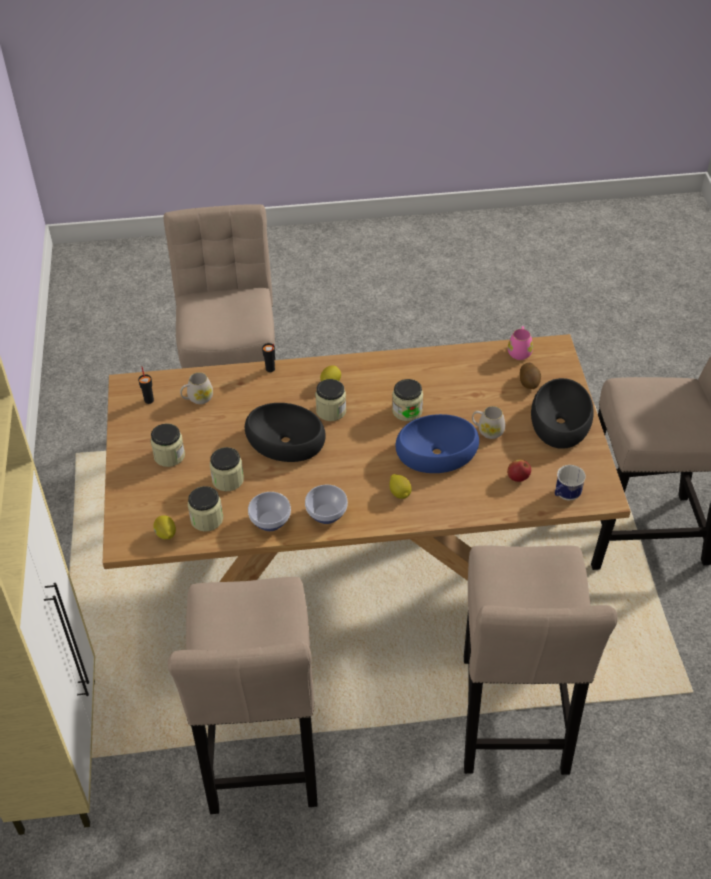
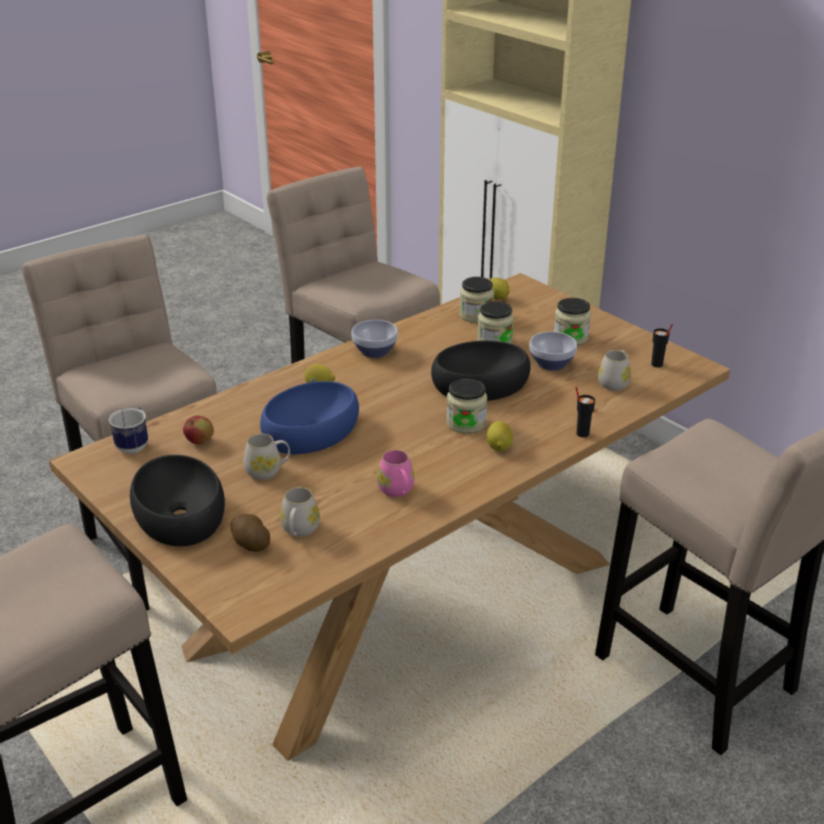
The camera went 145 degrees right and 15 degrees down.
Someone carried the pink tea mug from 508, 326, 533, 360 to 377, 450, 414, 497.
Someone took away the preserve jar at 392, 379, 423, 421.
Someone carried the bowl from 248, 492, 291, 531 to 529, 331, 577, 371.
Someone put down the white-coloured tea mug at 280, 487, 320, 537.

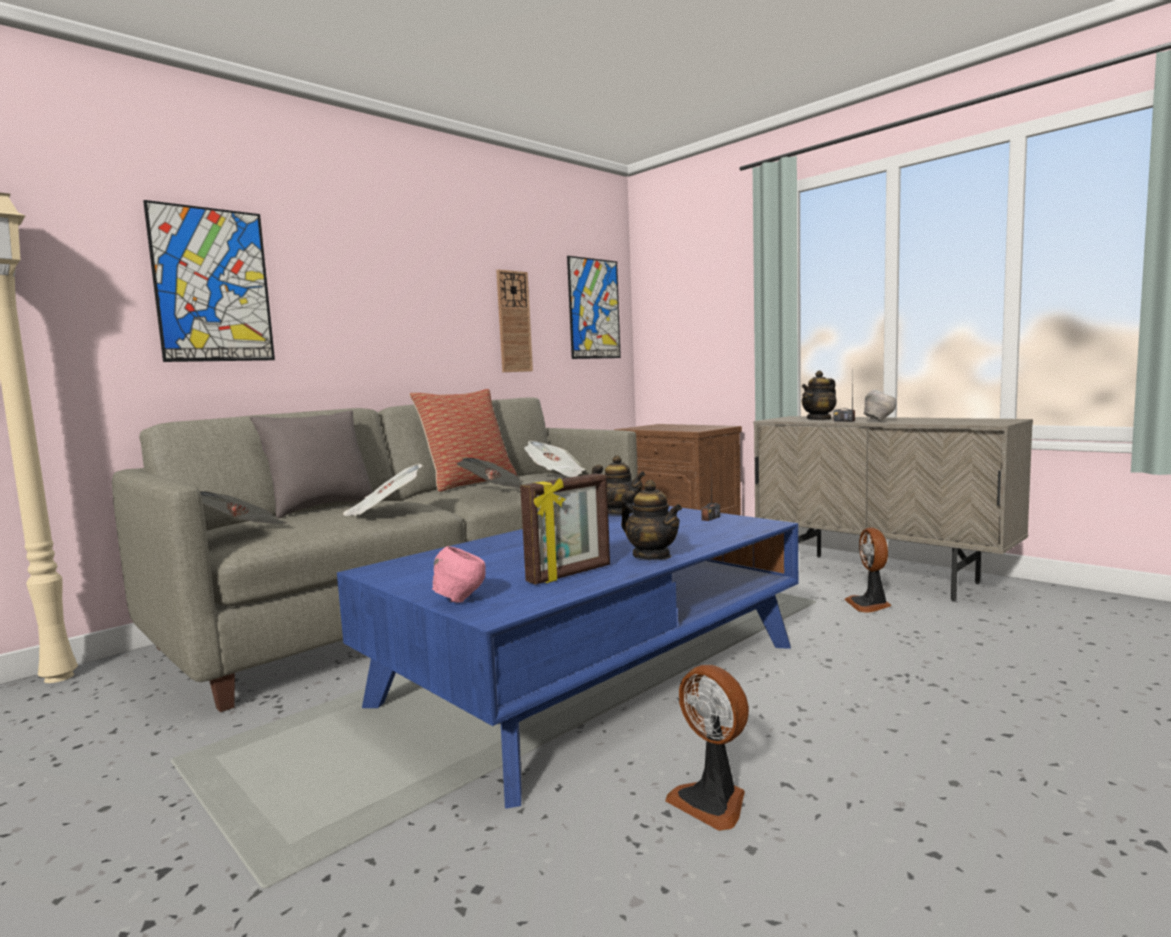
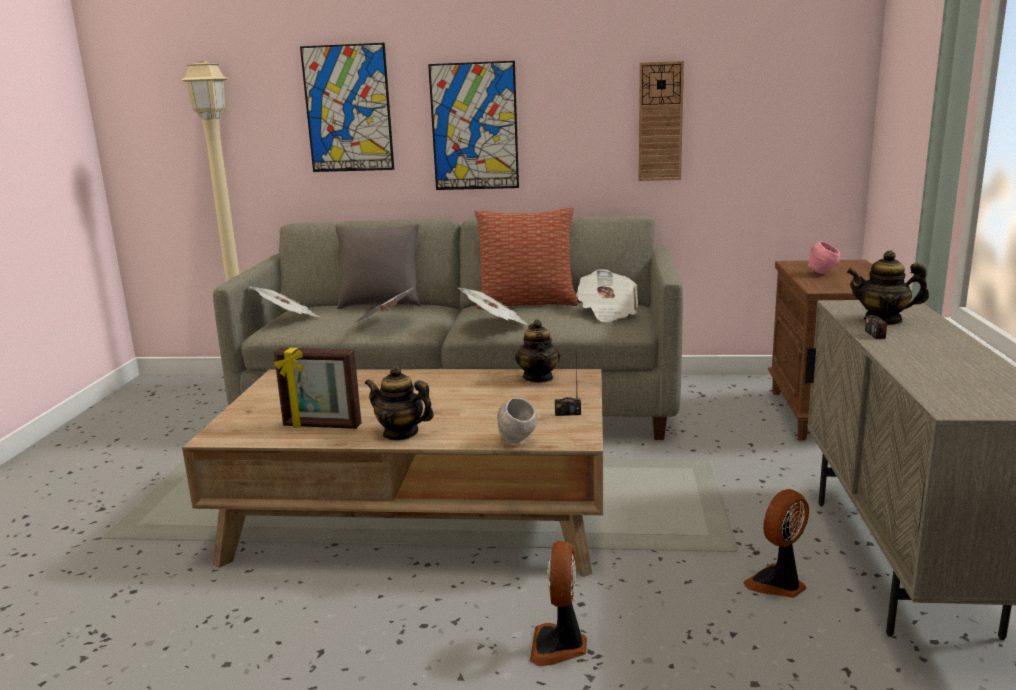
The camera went 50 degrees right and 10 degrees up.
Someone carried the wall picture from 567, 256, 621, 359 to 428, 61, 519, 190.
Someone carried the greyish bowl from 864, 390, 897, 421 to 497, 398, 537, 443.
Someone rotated the pot for tea at 621, 480, 682, 560 by 105 degrees clockwise.
Someone repainted the bluish low table at 337, 503, 798, 809, which became the brown-coloured low table at 182, 369, 603, 577.
Someone carried the pink bowl from 432, 546, 485, 603 to 808, 241, 840, 274.
Someone carried the cooling fan from 665, 665, 749, 831 to 530, 541, 587, 666.

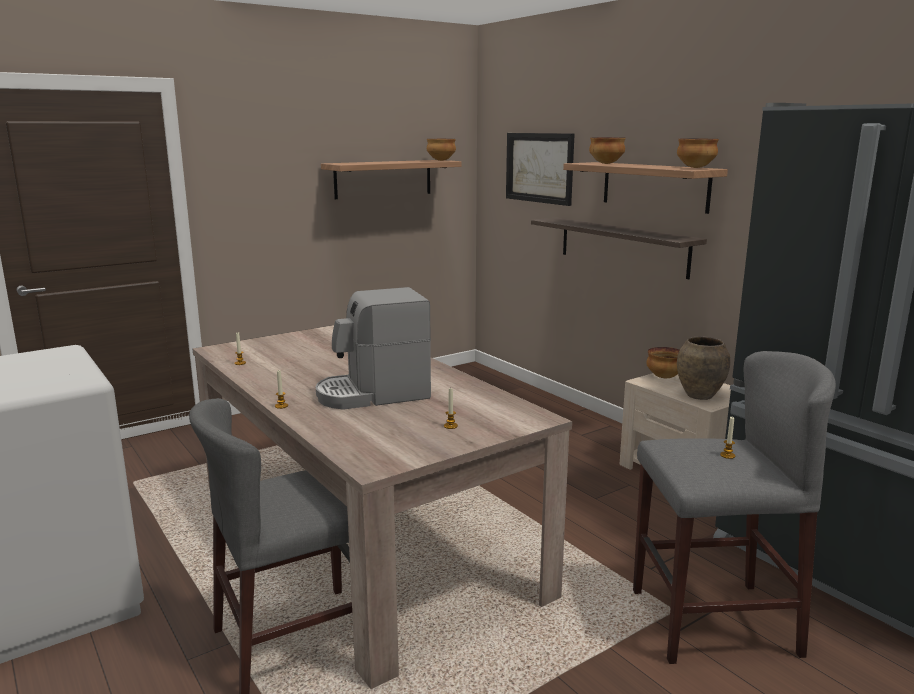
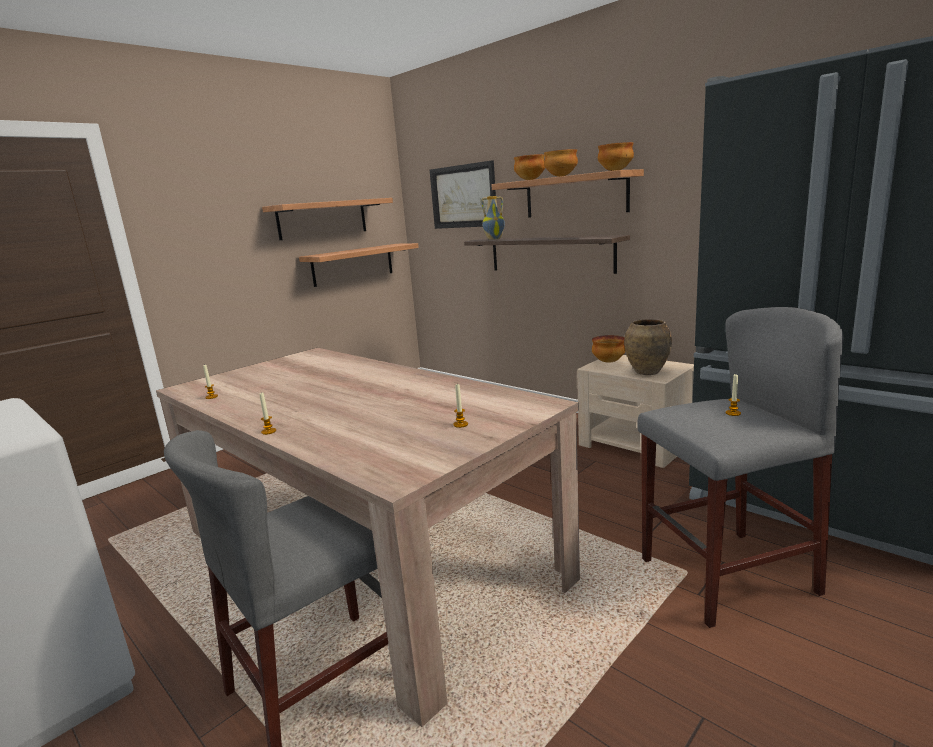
The camera went 10 degrees left and 0 degrees up.
Someone carried the bowl from 427, 139, 456, 161 to 544, 149, 578, 177.
Someone took away the coffee brewer at 316, 287, 431, 410.
Someone put down the vase at 481, 196, 505, 240.
Someone put up the shelf at 299, 243, 419, 287.

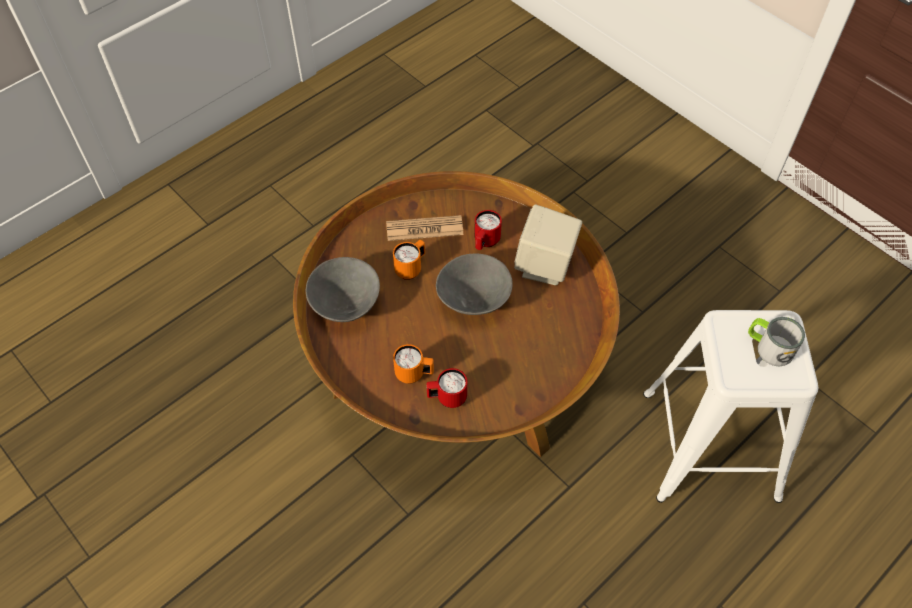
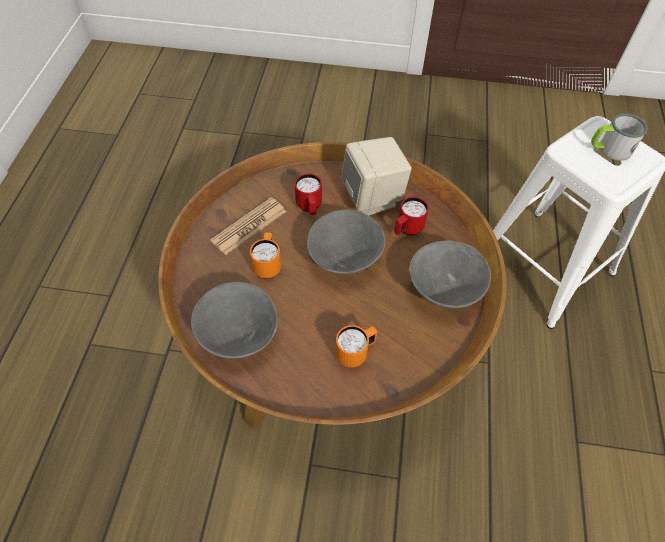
The camera went 40 degrees left and 0 degrees up.
Someone carried the red-coloured tea mug from 426, 368, 467, 408 to 394, 197, 429, 235.
Someone put down the greyish bowl at 409, 241, 491, 308.

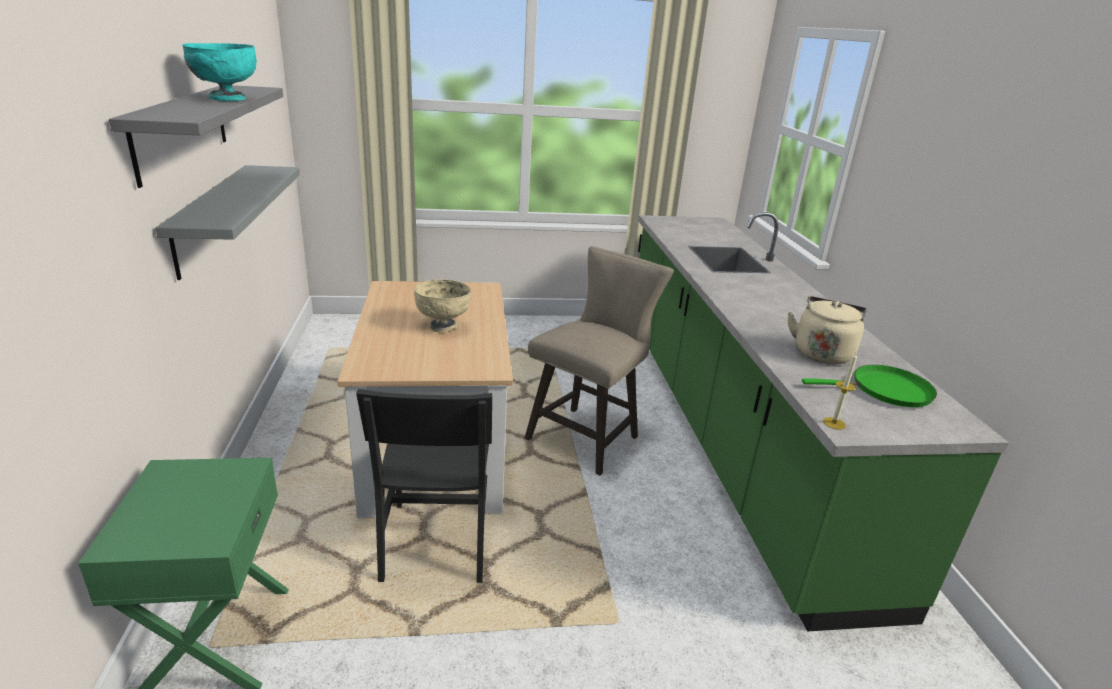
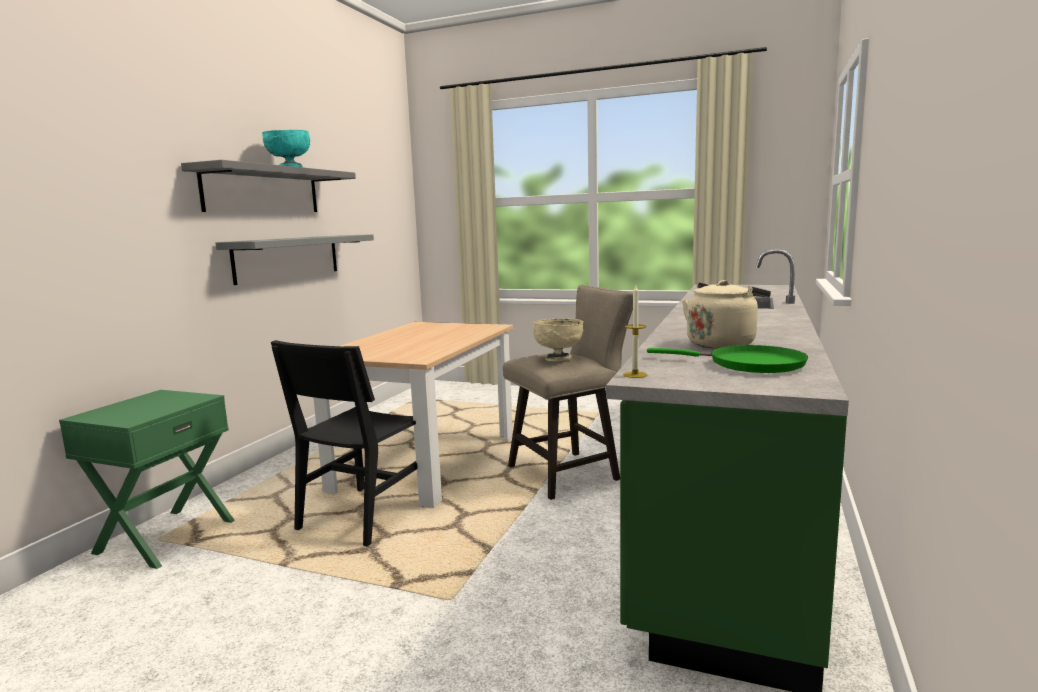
The camera went 30 degrees right and 15 degrees down.
Someone carried the beige-coloured bowl from 414, 279, 471, 333 to 533, 318, 583, 361.

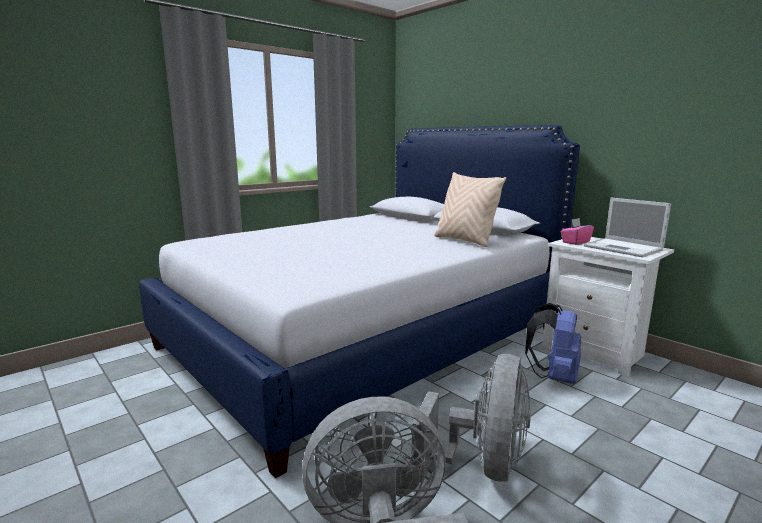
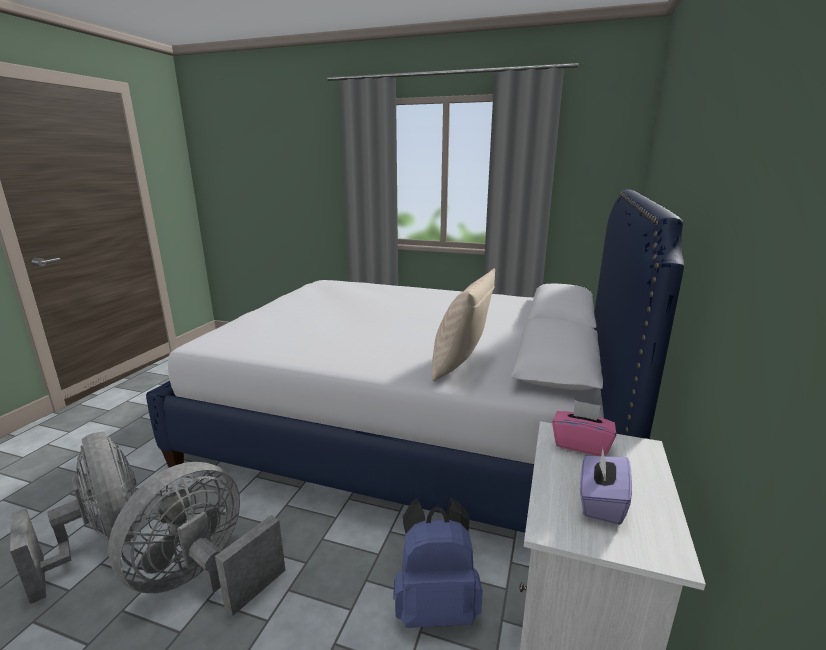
The camera went 60 degrees right and 5 degrees up.
Someone swapped the portable computer at 584, 198, 671, 257 for the purple box of tissues at 580, 448, 632, 525.
Someone rotated the greyish cooling fan at 411, 354, 531, 482 by 135 degrees clockwise.

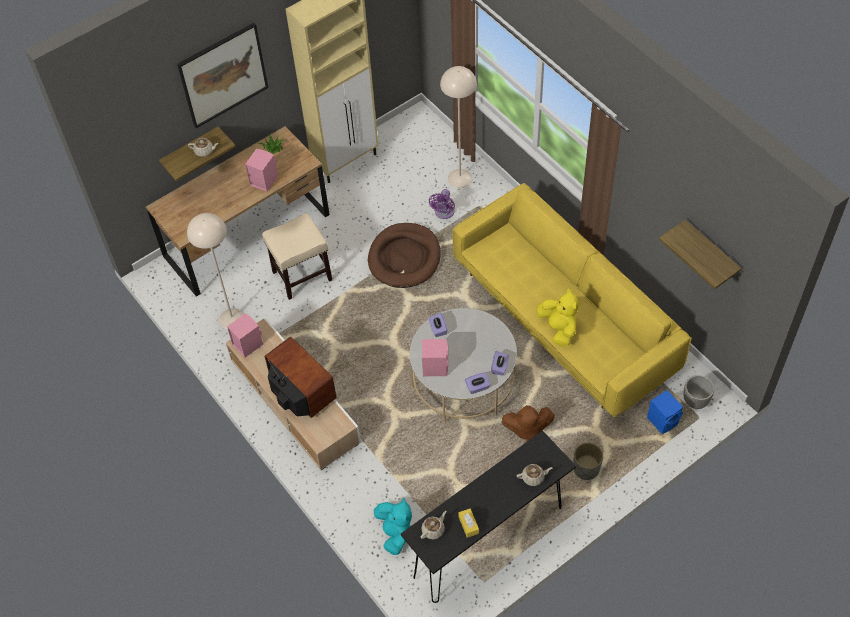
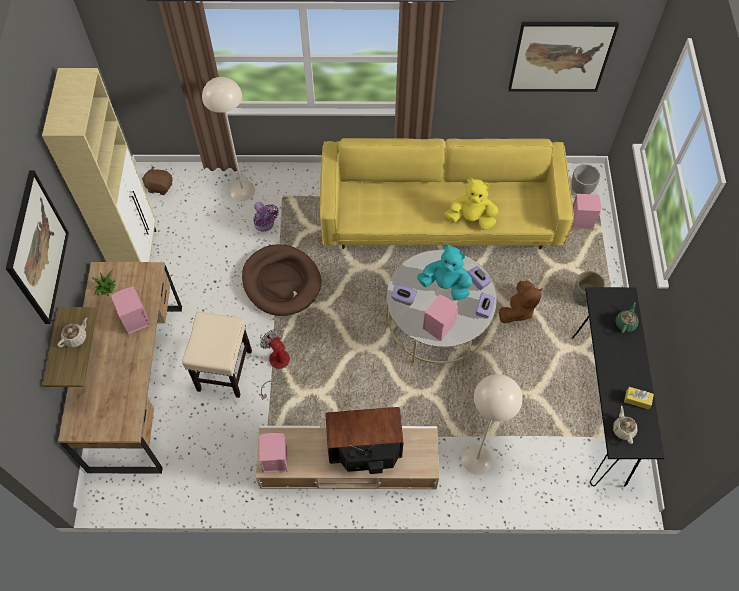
The camera went 55 degrees left and 5 degrees up.
Someone carried the beige-coloured standing lamp from 187, 213, 244, 330 to 462, 374, 522, 475.
Someone swapped the shelf at 659, 220, 742, 289 for the wall picture at 508, 22, 619, 92.
Someone repainted the bluish loudspeaker at 647, 390, 683, 434, which became the pink loudspeaker at 571, 194, 601, 229.
Someone repainted the beige-coloured pot for tea at 517, 464, 552, 486, which became the greenish pot for tea at 615, 302, 639, 333.
Someone carried the turquoise soft toy from 374, 498, 412, 555 to 417, 244, 473, 300.
Someone put down the brown-coloured soft toy at 142, 166, 173, 195.
Someone put down the cooling fan at 260, 329, 290, 400.

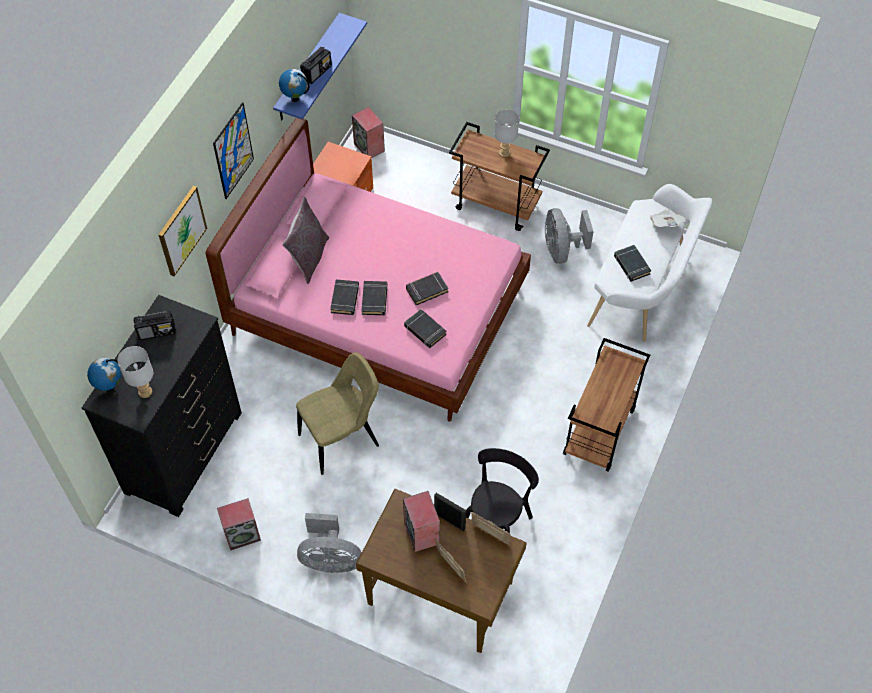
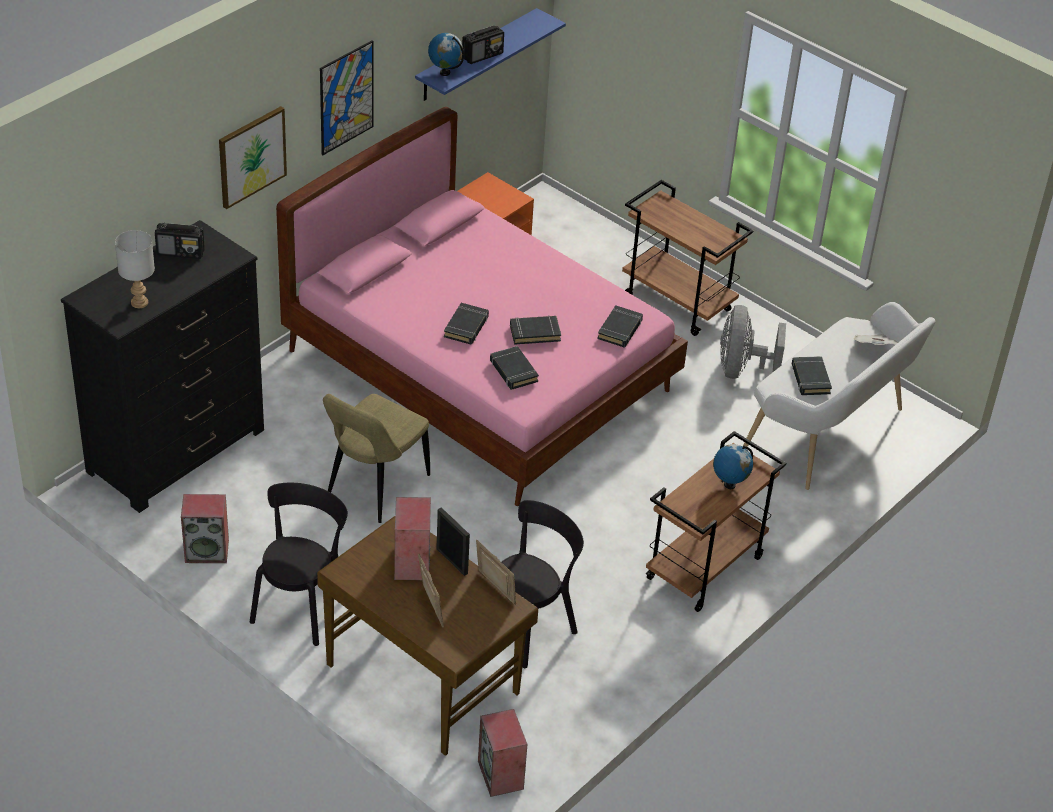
The camera went 15 degrees right and 15 degrees down.
Someone carried the loudspeaker from 352, 107, 385, 158 to 478, 709, 527, 797.
Someone took away the greyish table lamp at 494, 109, 519, 158.
Someone took away the greyish throw pillow at 282, 197, 329, 284.
Someone carried the blackish book from 330, 279, 359, 315 to 597, 305, 643, 348.
Someone rotated the beige-coloured upright chair at 296, 352, 379, 475 by 135 degrees clockwise.
Someone carried the globe from 87, 358, 121, 391 to 713, 444, 753, 489.
Someone swapped the greyish cooling fan at 297, 513, 361, 573 for the blackish upright chair at 250, 483, 348, 646.

